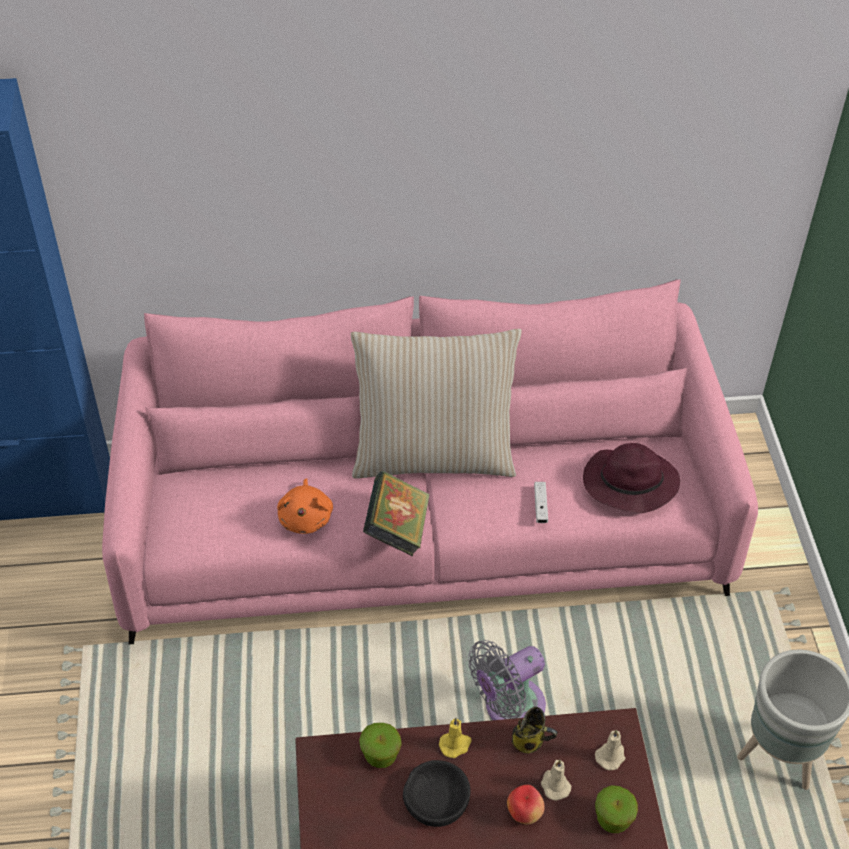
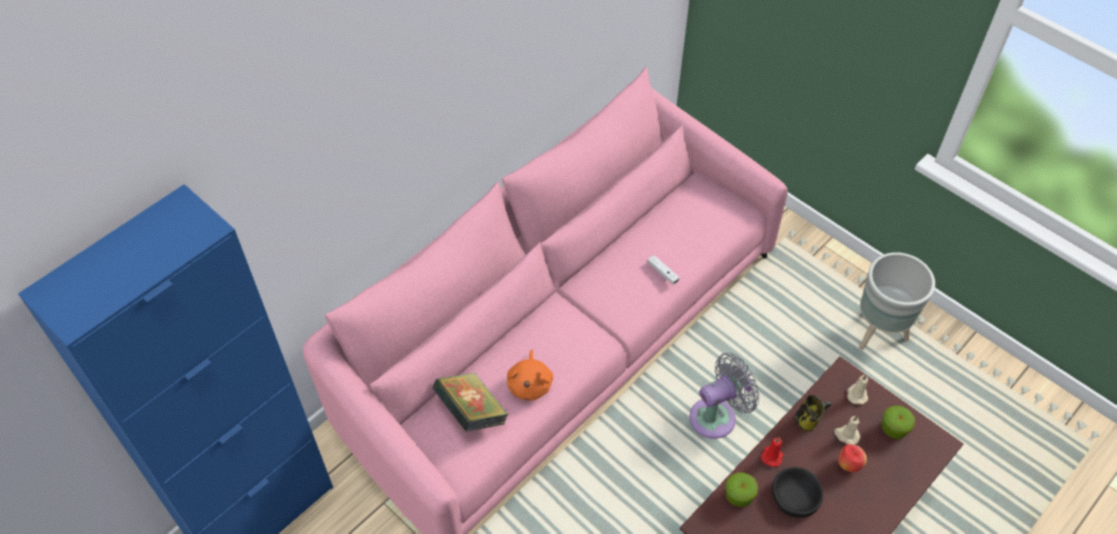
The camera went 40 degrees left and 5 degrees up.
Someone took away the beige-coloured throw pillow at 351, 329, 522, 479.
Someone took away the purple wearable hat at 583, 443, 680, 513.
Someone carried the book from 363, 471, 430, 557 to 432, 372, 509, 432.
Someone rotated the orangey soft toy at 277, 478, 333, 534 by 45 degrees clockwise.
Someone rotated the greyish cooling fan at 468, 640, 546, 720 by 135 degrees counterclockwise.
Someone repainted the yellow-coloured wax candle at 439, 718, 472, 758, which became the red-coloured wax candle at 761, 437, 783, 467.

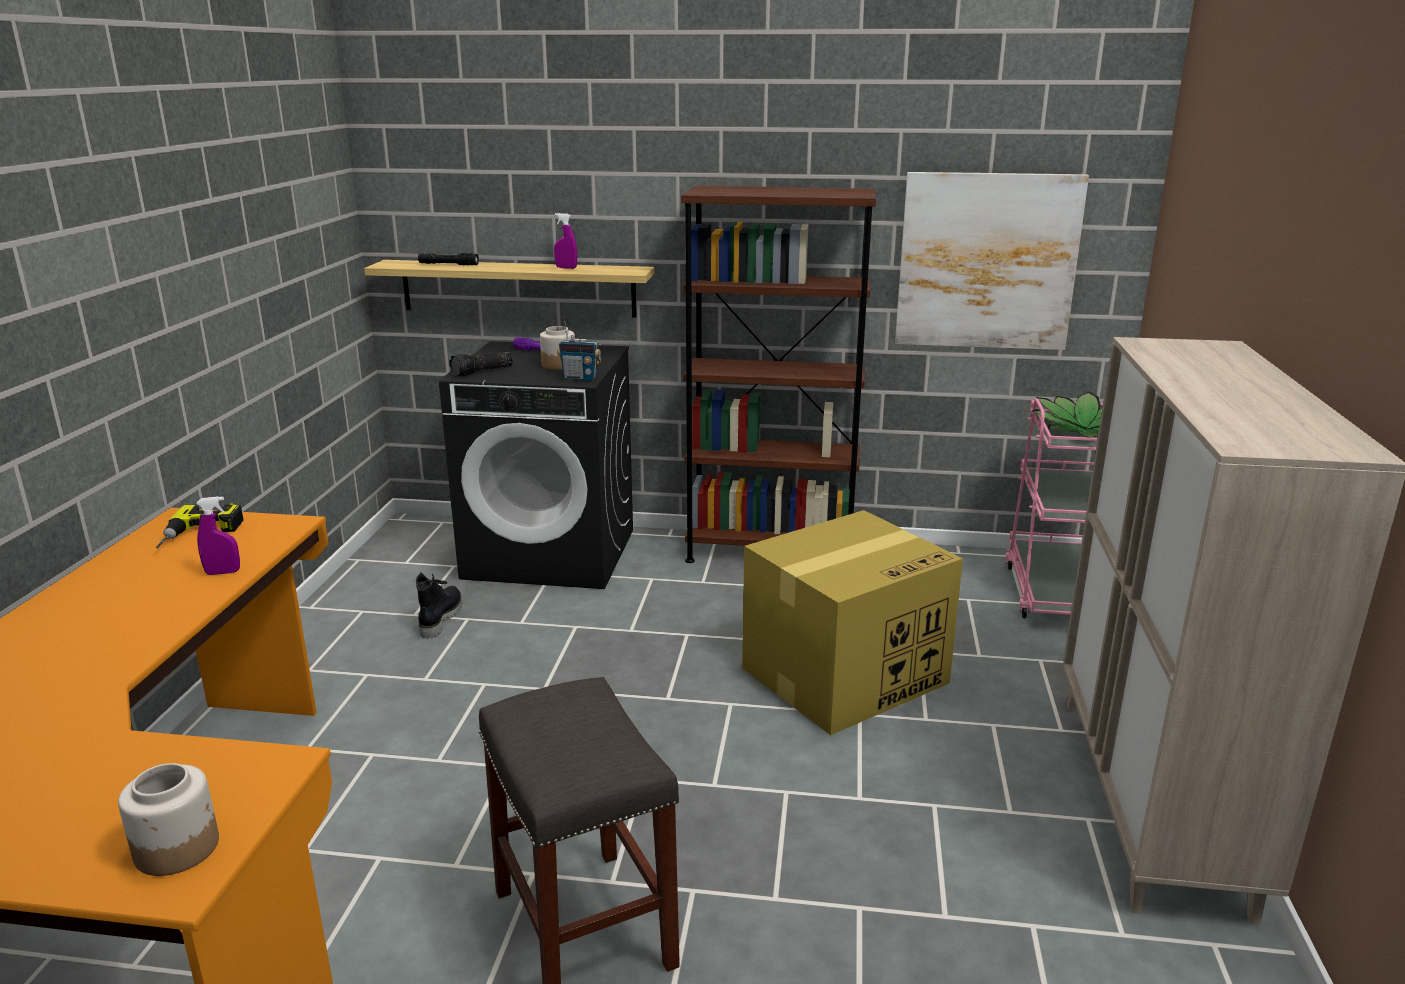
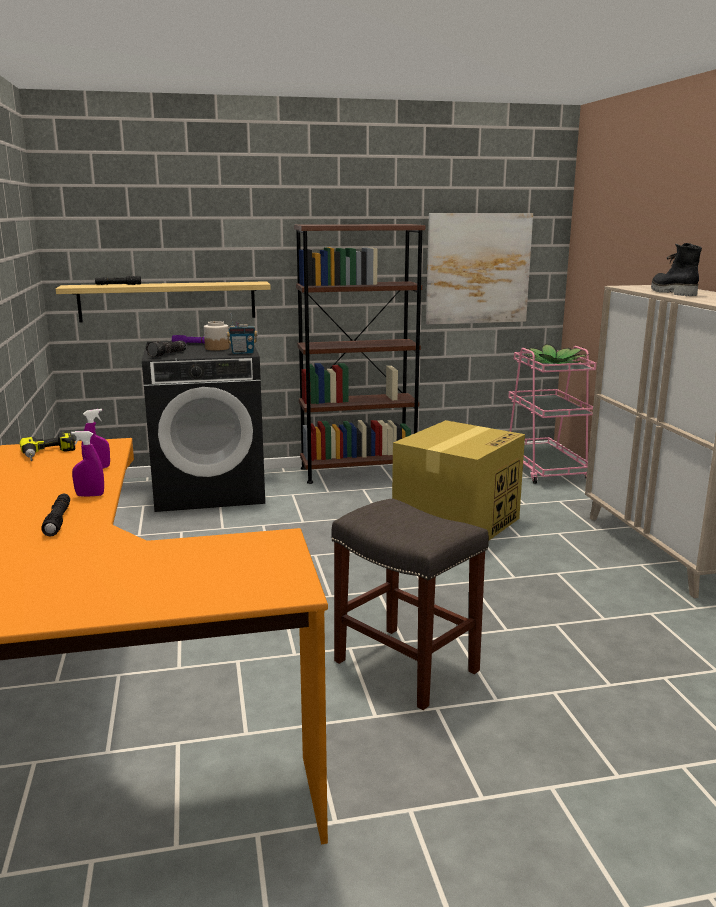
The camera went 20 degrees left and 5 degrees down.
Someone carried the purple spray bottle from 554, 213, 577, 269 to 71, 431, 104, 497.
Someone carried the blackish tall boot from 416, 572, 462, 639 to 651, 243, 702, 296.
Someone took away the preserve jar at 118, 763, 219, 876.
Someone put down the blackish hand torch at 41, 494, 70, 536.

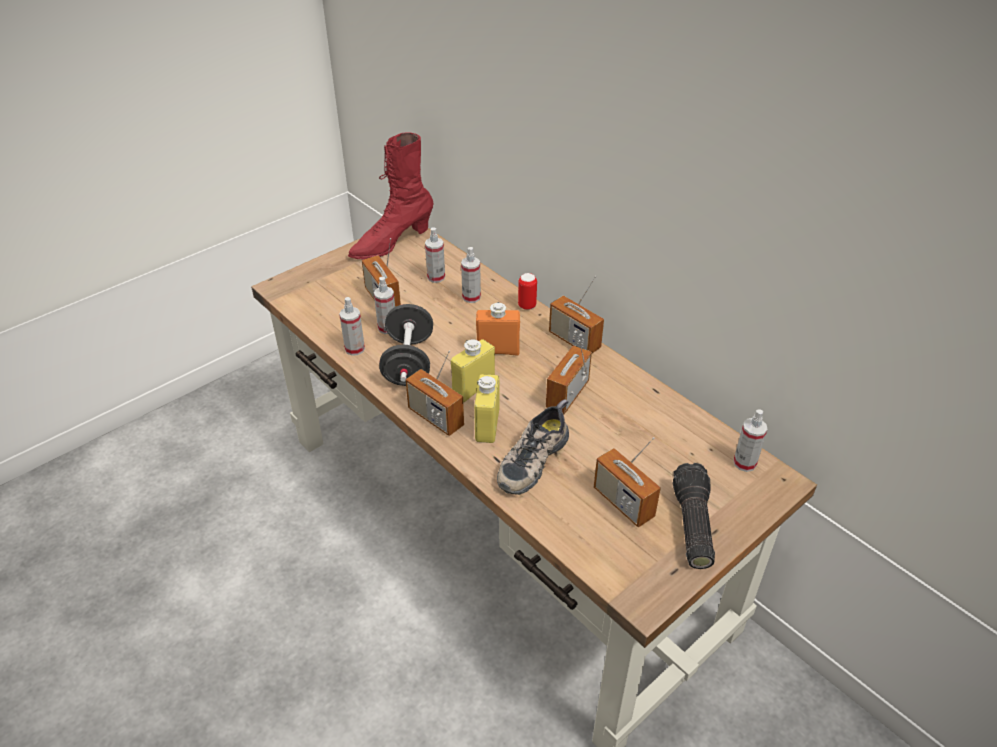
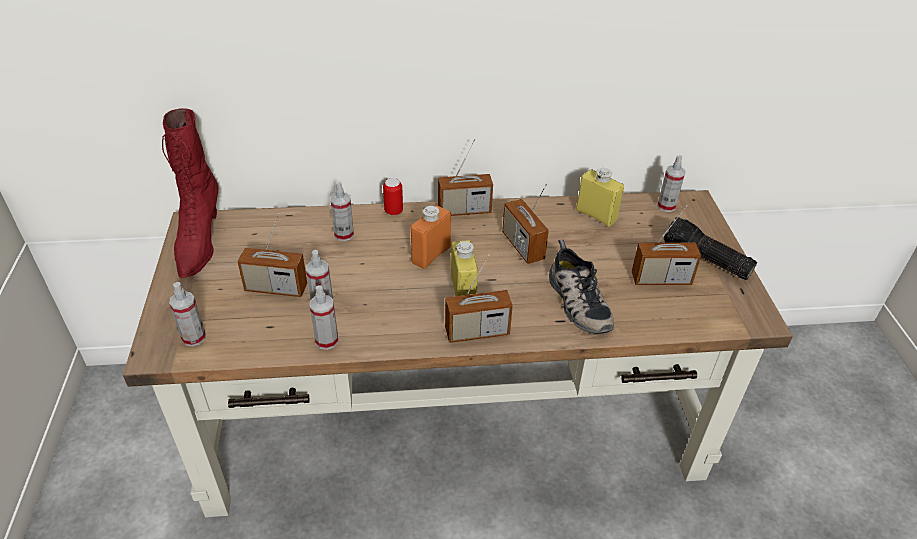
The camera went 55 degrees left and 0 degrees up.
Someone carried the spray bottle from 425, 227, 445, 283 to 169, 282, 206, 347.
Someone took away the blackish free weight at 379, 304, 433, 386.
Someone carried the yellow-coloured beverage bottle from 474, 374, 500, 443 to 576, 168, 624, 227.

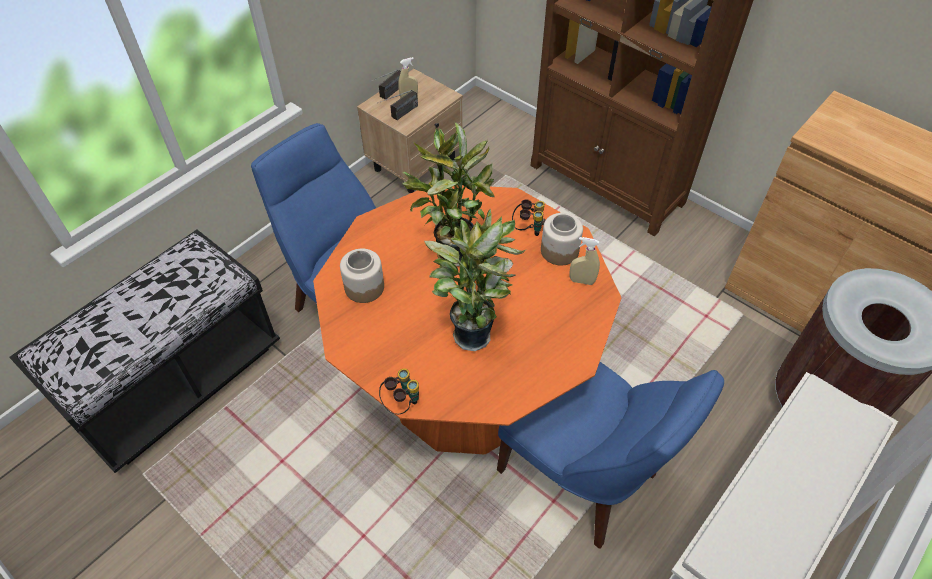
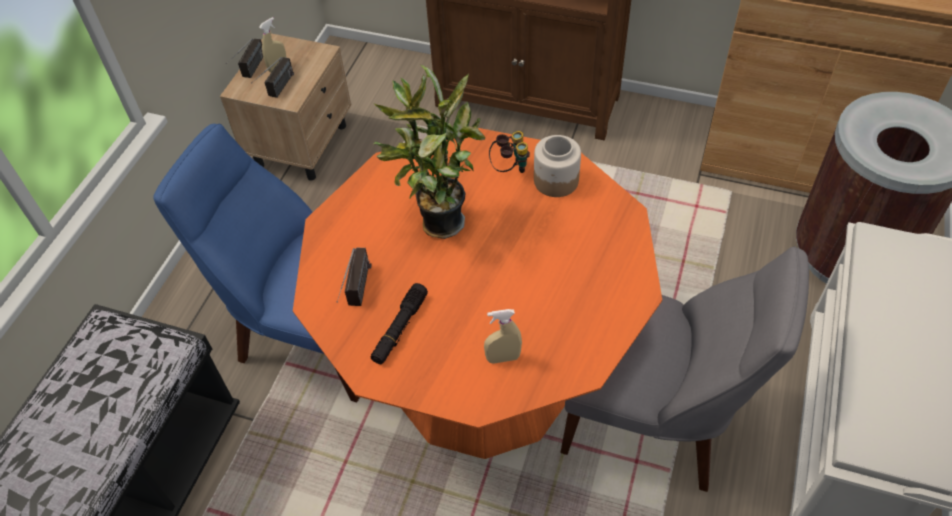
The camera went 20 degrees left and 0 degrees up.
Someone took away the plant in a pot at 424, 208, 525, 351.
Someone carried the beige-coloured spray bottle from 569, 237, 600, 285 to 484, 309, 522, 364.
Someone swapped the preserve jar at 340, 248, 384, 303 for the radio at 337, 248, 371, 306.
Someone repainted the bluish upright chair at 497, 362, 724, 549, which became the greyish upright chair at 560, 246, 809, 492.
Someone took away the binoculars at 379, 368, 419, 414.
Someone put down the blackish hand torch at 371, 283, 428, 364.

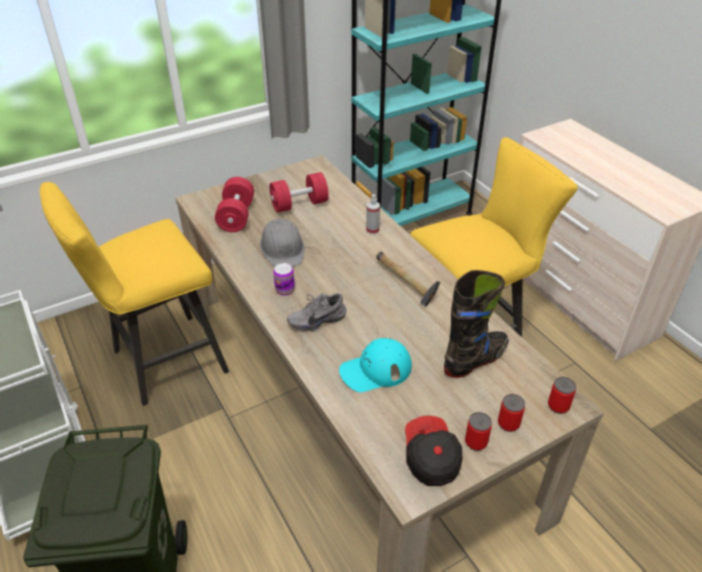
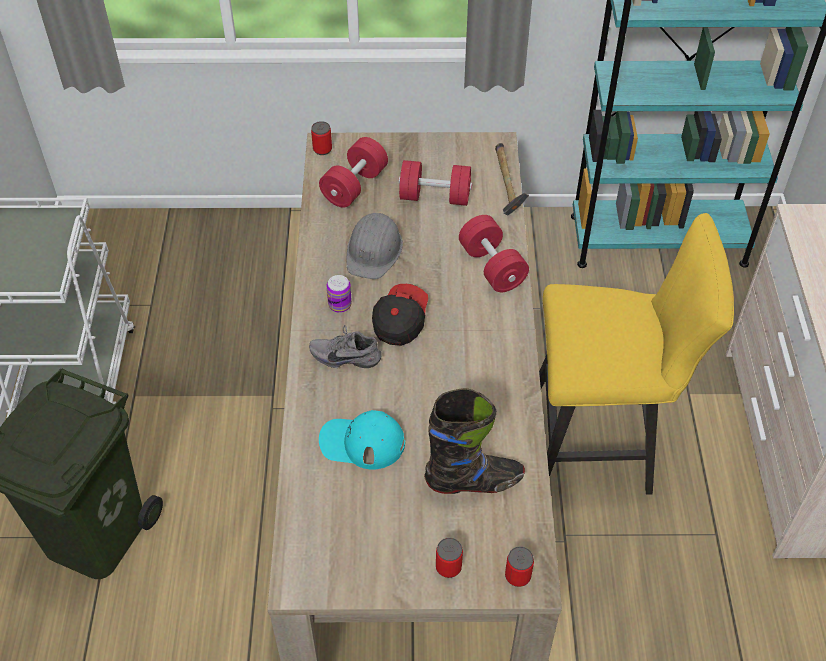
The camera went 30 degrees right and 10 degrees up.
Someone took away the yellow-coloured sitting stool at 40, 182, 229, 406.
Someone swapped the spray bottle at 366, 194, 380, 234 for the red-coloured free weight at 459, 215, 529, 292.
Someone carried the hand hammer from 376, 252, 440, 307 to 495, 143, 529, 216.
Someone carried the metal can from 465, 412, 492, 451 to 311, 121, 332, 155.
Someone carried the peaked cap from 405, 416, 462, 486 to 372, 284, 428, 346.

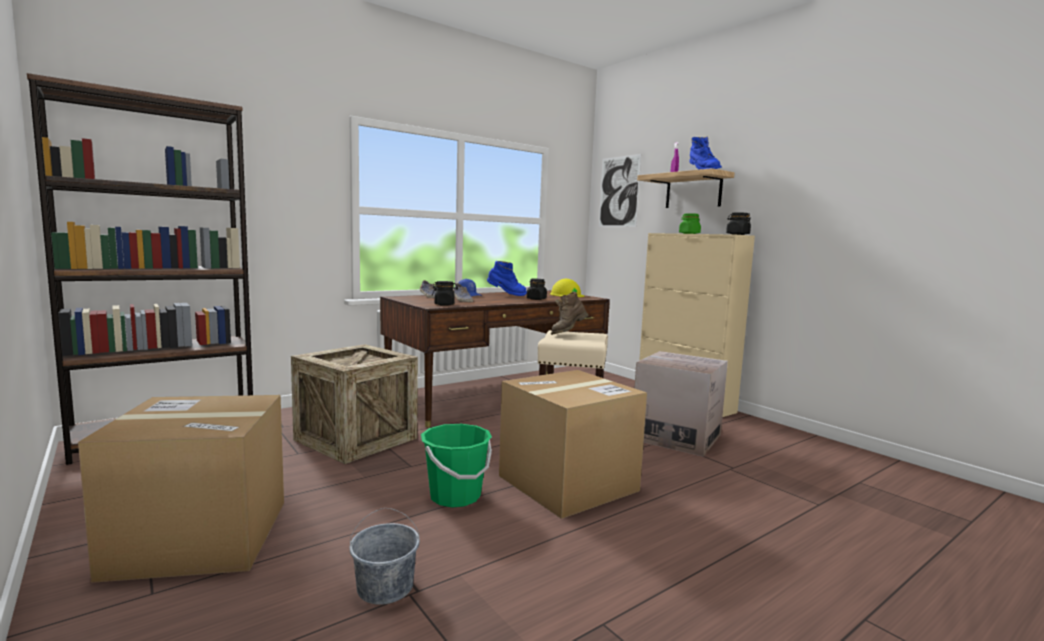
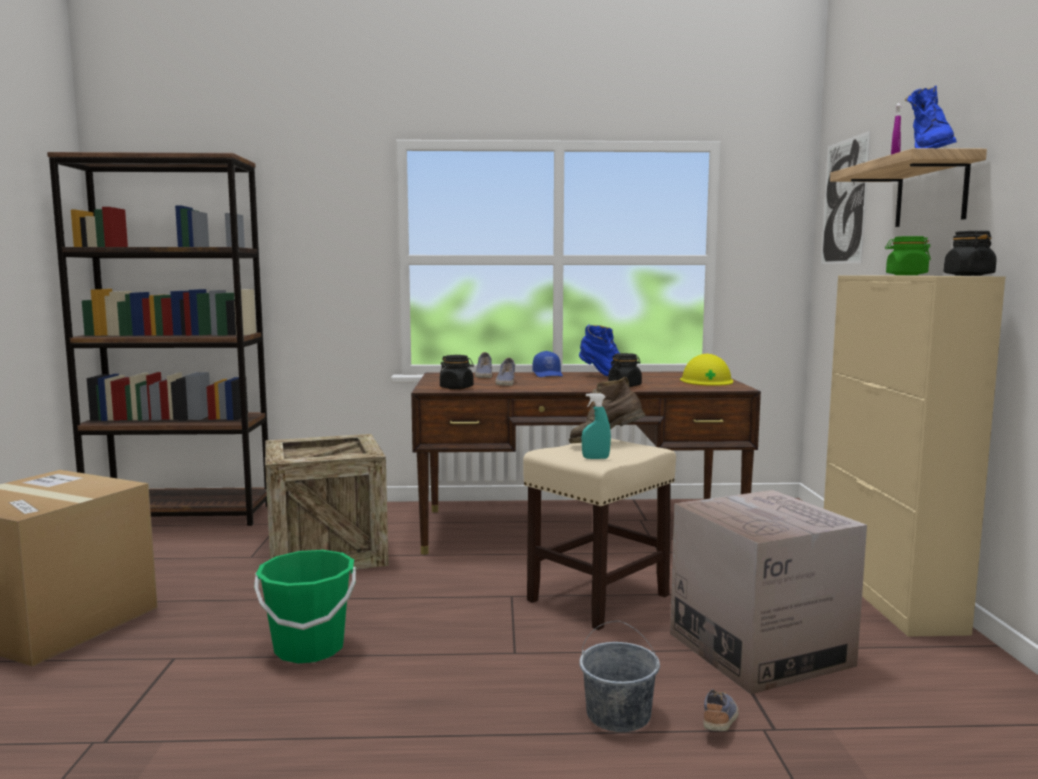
The camera went 35 degrees right and 0 degrees up.
Someone took away the cardboard box at 499, 370, 647, 519.
Someone carried the greyish bucket from 349, 508, 420, 604 to 579, 621, 660, 732.
Someone put down the turquoise spray bottle at 582, 393, 611, 459.
Someone put down the shoe at 703, 689, 738, 731.

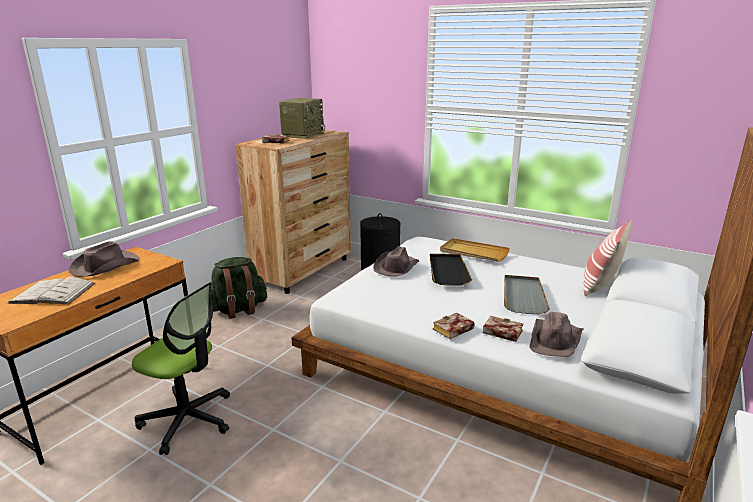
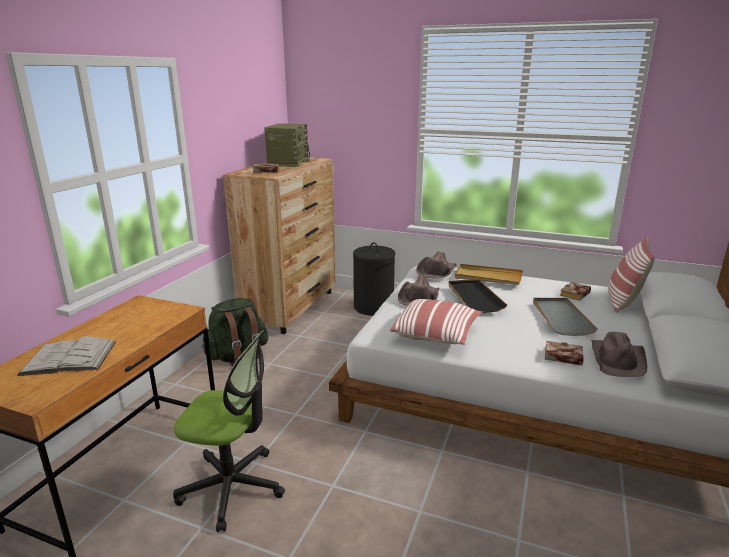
The camera went 10 degrees left and 0 degrees up.
Someone carried the brown-coloured wearable hat from 69, 241, 140, 277 to 416, 251, 457, 278.
Someone carried the book from 433, 313, 475, 339 to 560, 282, 591, 301.
Someone put down the throw pillow at 390, 299, 482, 345.

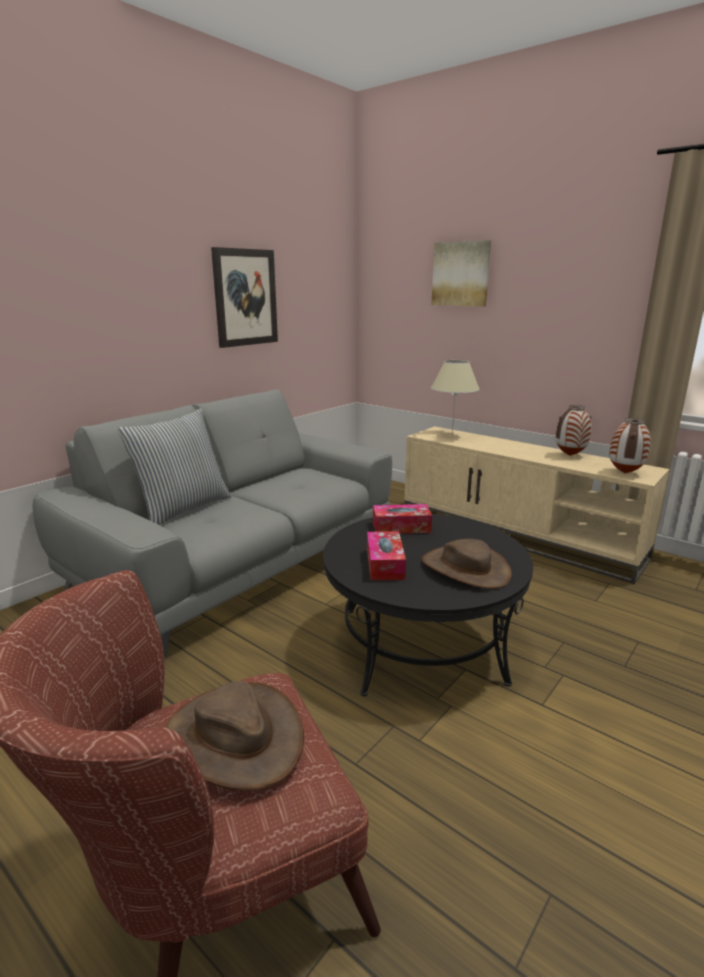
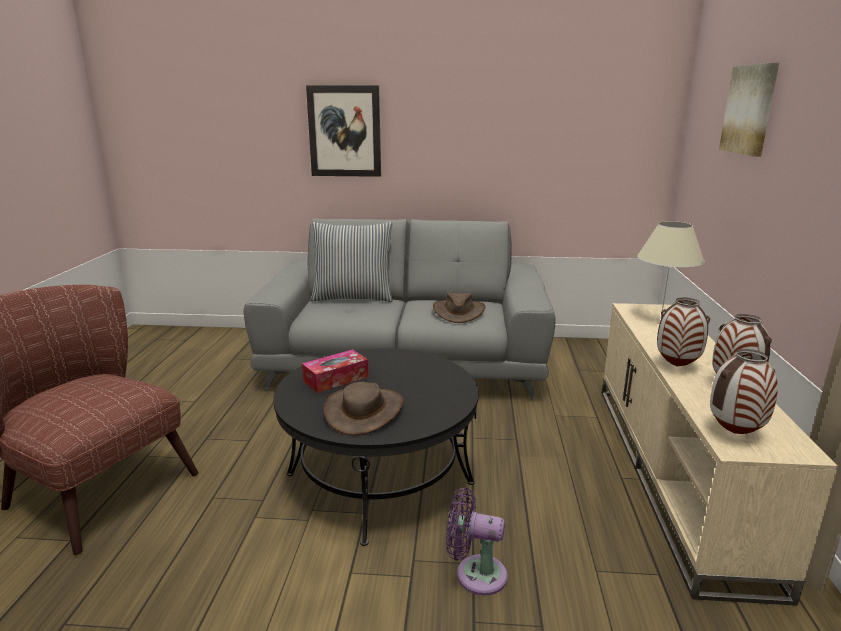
The camera went 55 degrees right and 0 degrees up.
Someone carried the wall picture from 211, 247, 278, 348 to 306, 85, 381, 177.
Someone took away the box of tissues at 373, 504, 432, 534.
Someone carried the brown-coloured wearable hat from 165, 681, 304, 791 to 433, 292, 486, 323.
Someone put down the vase at 657, 297, 710, 367.
Someone put down the purple cooling fan at 446, 487, 508, 596.

